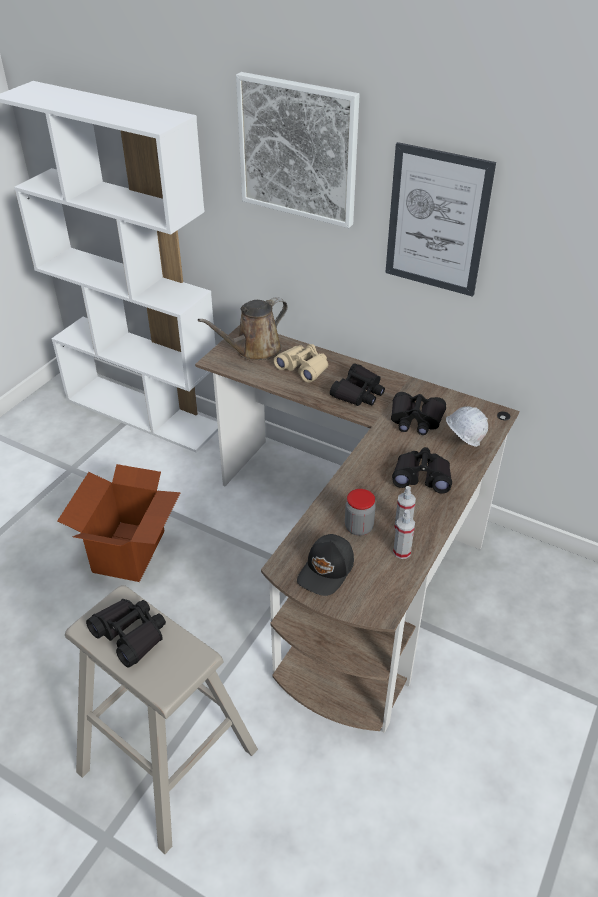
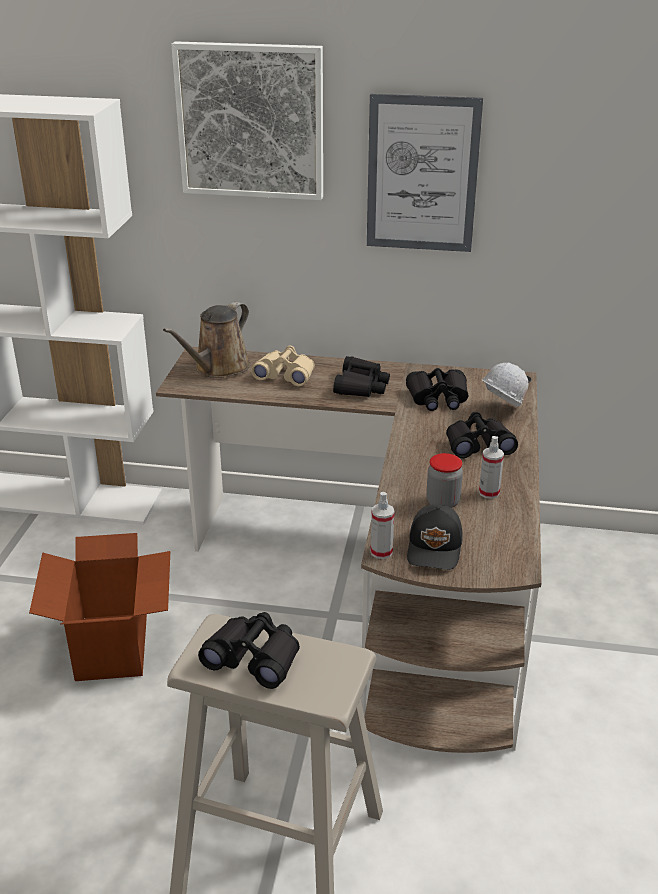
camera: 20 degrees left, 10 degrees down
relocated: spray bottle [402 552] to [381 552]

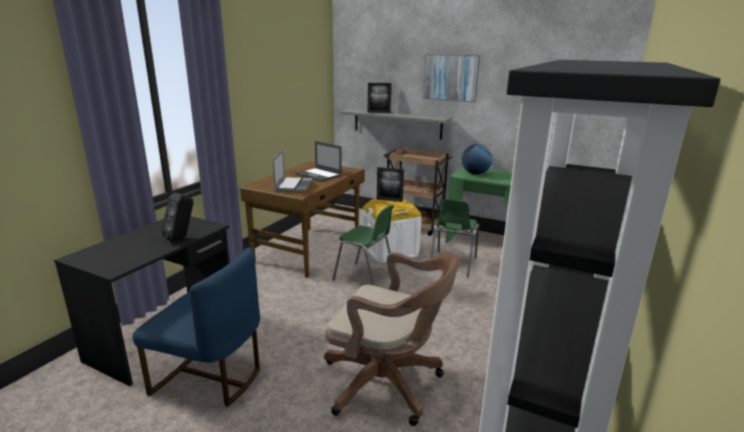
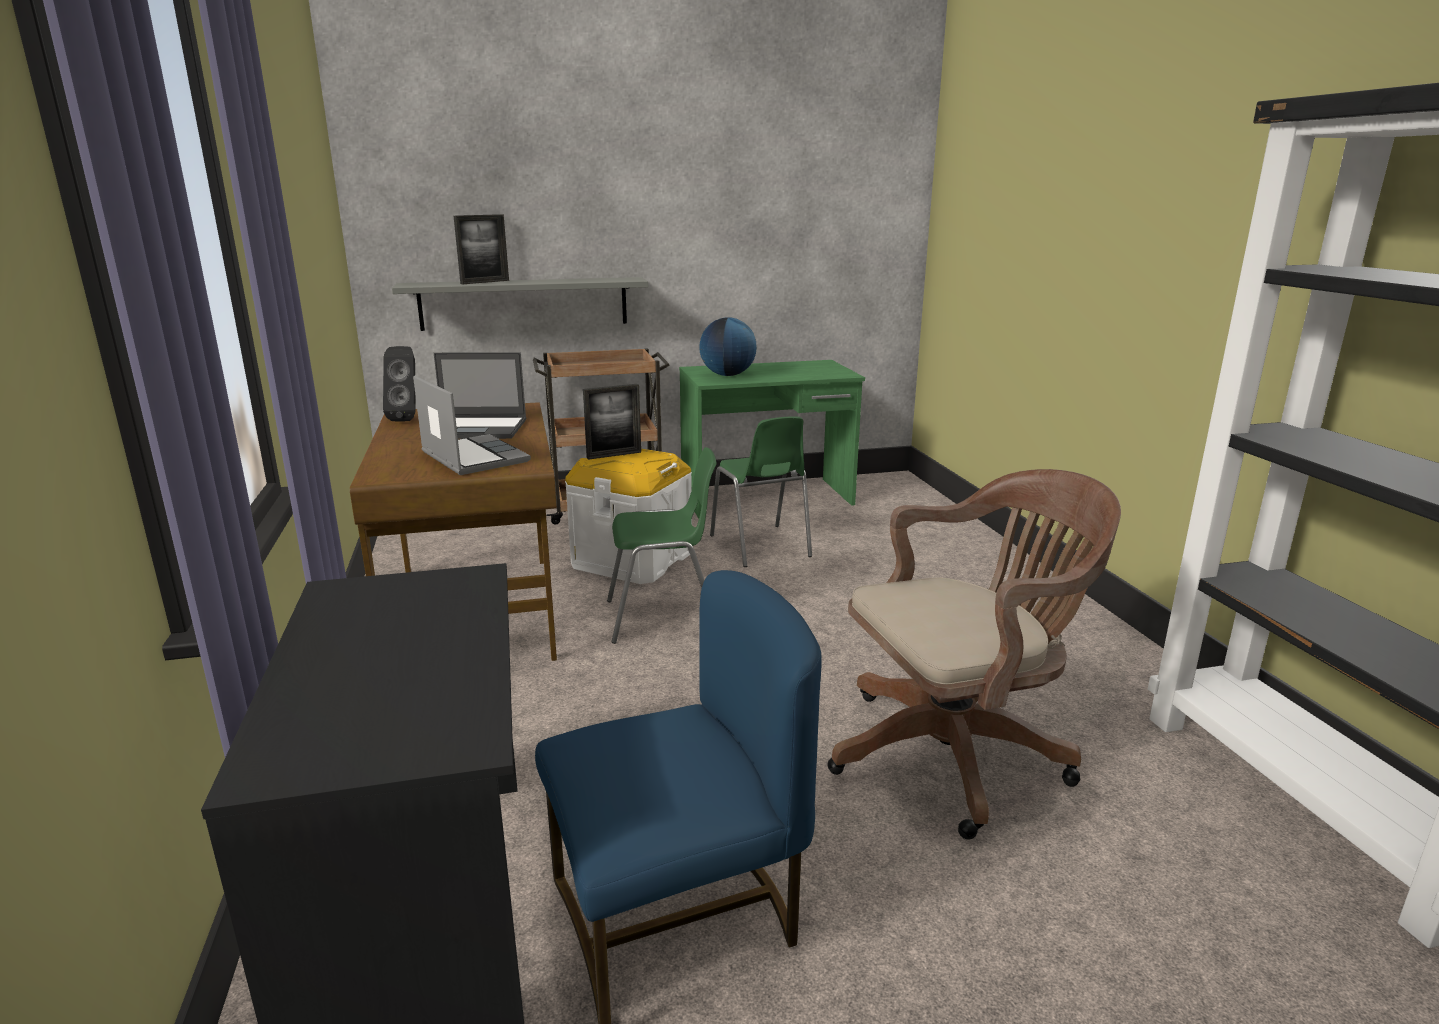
camera: 40 degrees left, 0 degrees up
missing: picture [451 77]
relocated: speaker (black) [182 238] to [408 419]

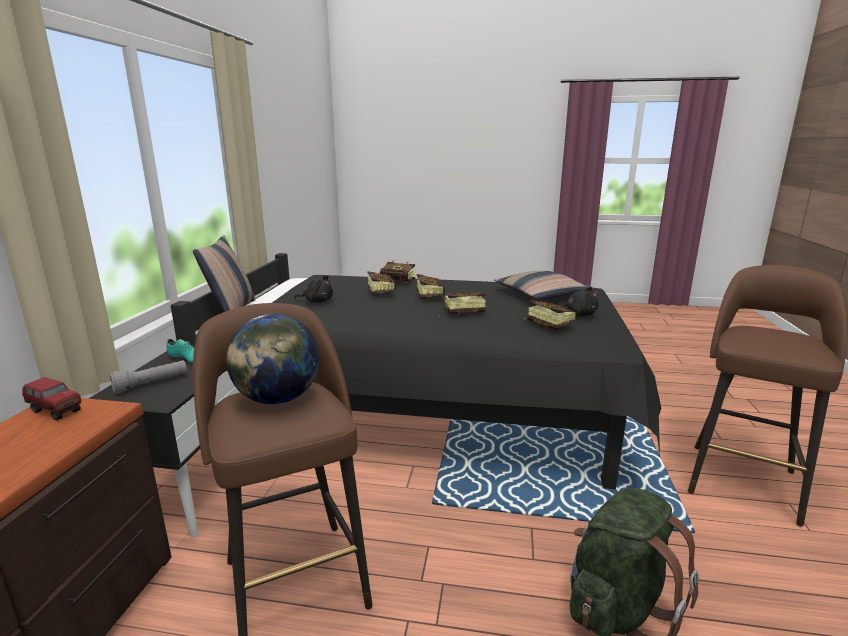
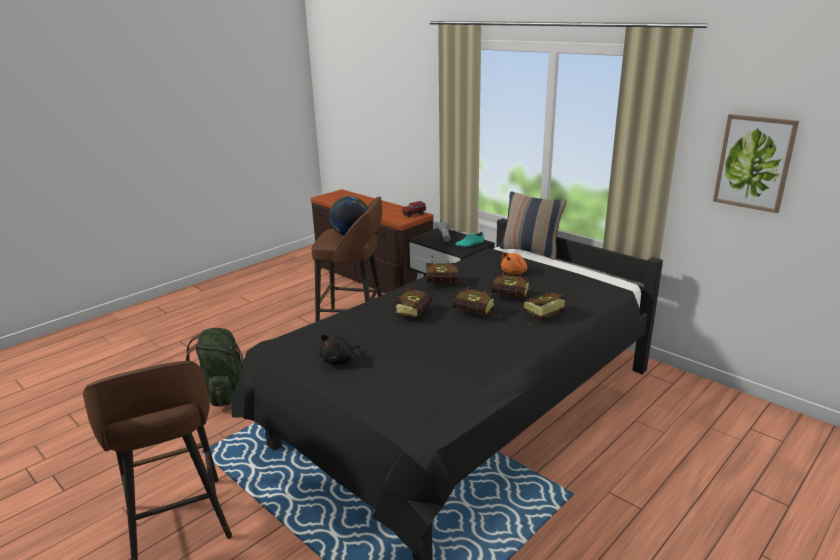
camera: 125 degrees right, 5 degrees up
missing: pillow [541 295]
appeared: picture [754 162]
relocated: book [546 324] to [445 284]
colour: plush toy (black) [317 301] to plush toy (orange) [514 272]

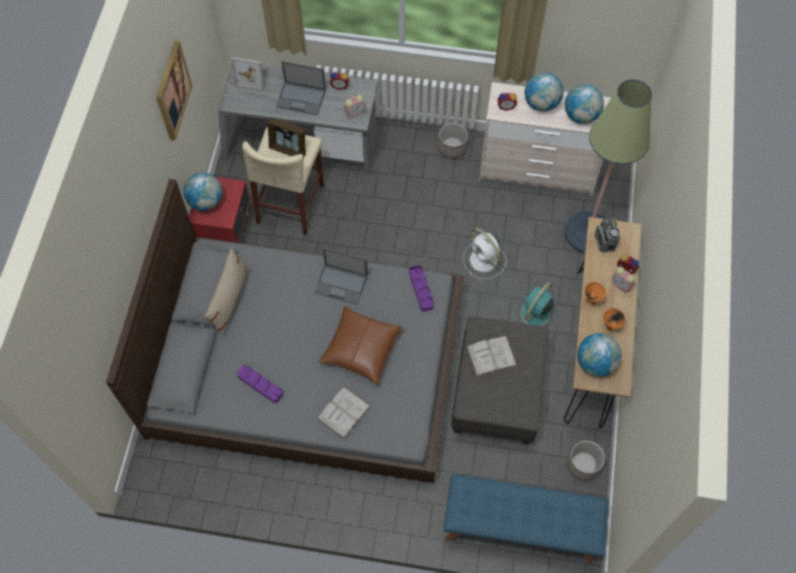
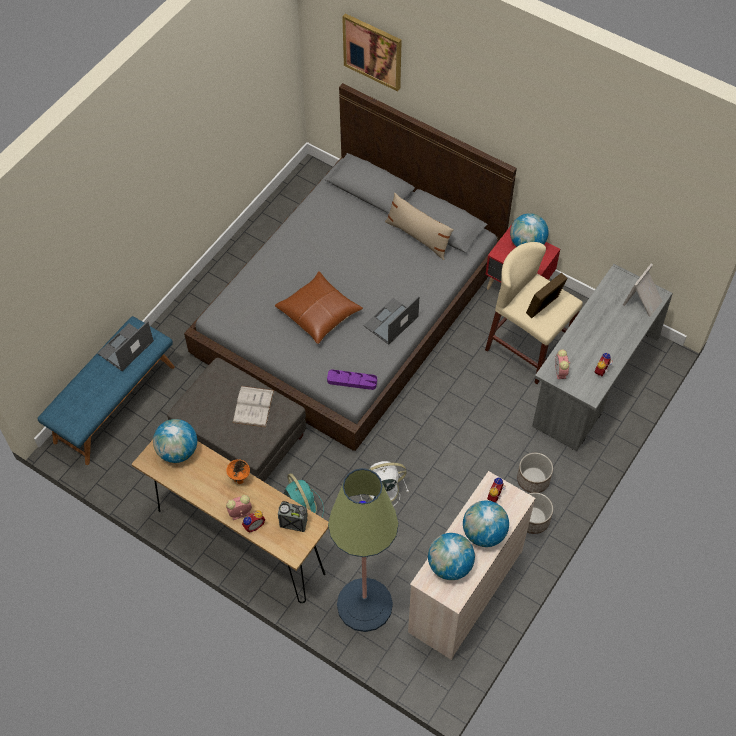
camera: 115 degrees right, 5 degrees down
missing: tray (purple) [260 385]; book (white) [344 412]; bowl (orange) [610 326]
relocated: picture [172 91] to [373 51]; laptop [302 98] to [125 348]; planter [583 465] to [533 479]

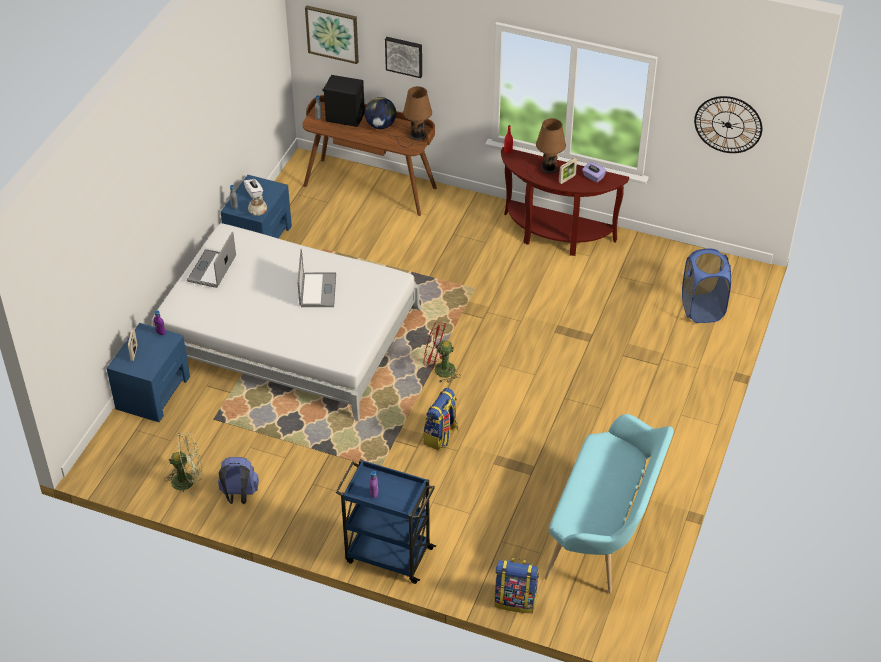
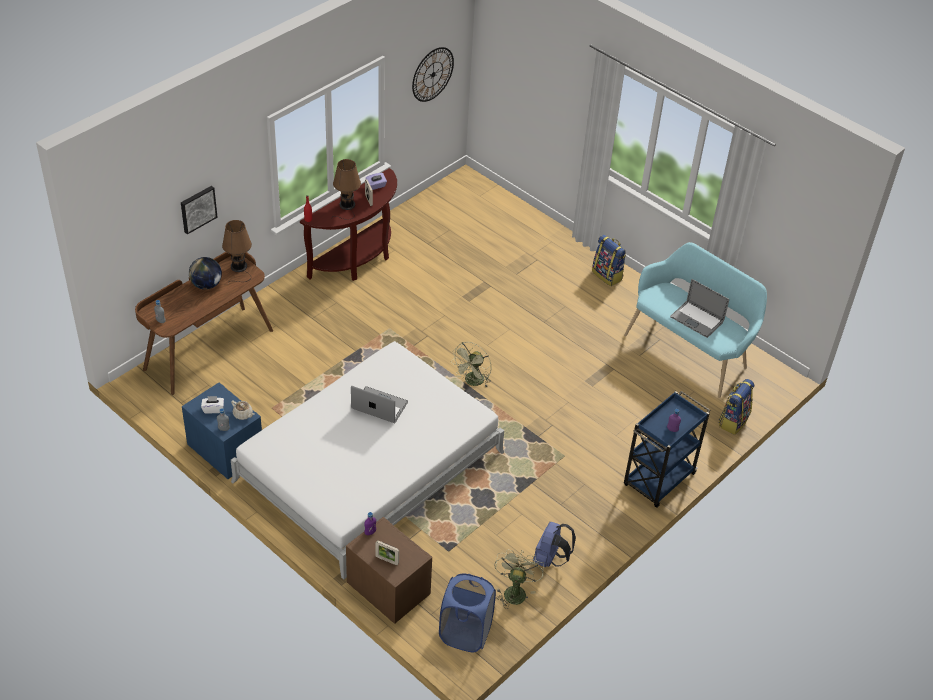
camera: 70 degrees left, 0 degrees up
missing: picture [332 33]; speaker (black) [345 117]
relocated: laptop [212 269] to [697 319]; backpack [441 436] to [607 275]; laundry basket (blue) [702 309] to [465 633]
colour: nightstand (blue) [153 392] to nightstand (brown) [388 587]; fan (red) [439 370] to fan (green) [472 382]

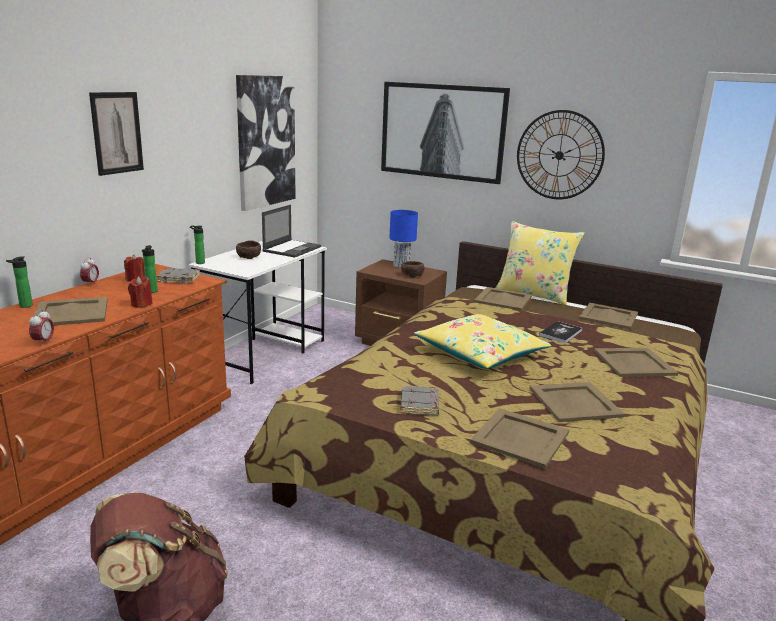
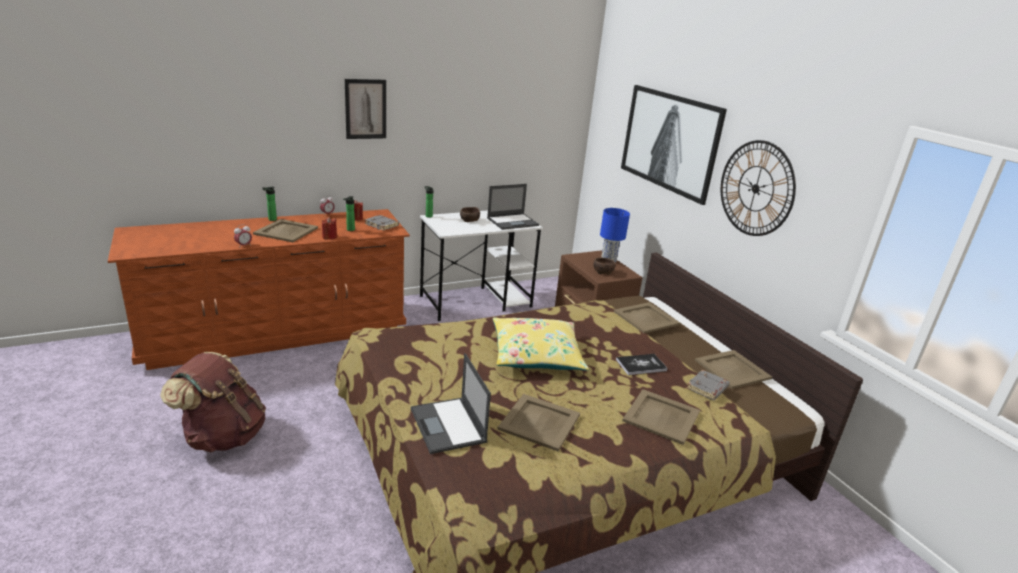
camera: 35 degrees right, 5 degrees up
missing: picture [265 141]; pillow (yellow) [534 294]
relocated: book (grey) [420 404] to [707 388]
exchanged: tray (beige) [521 437] to laptop [448 426]

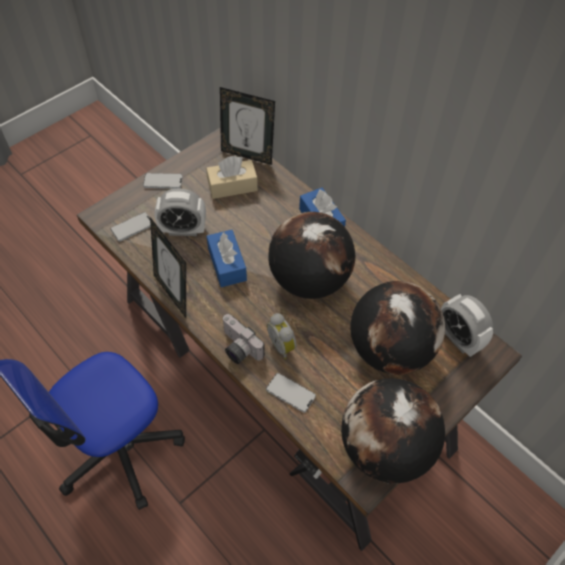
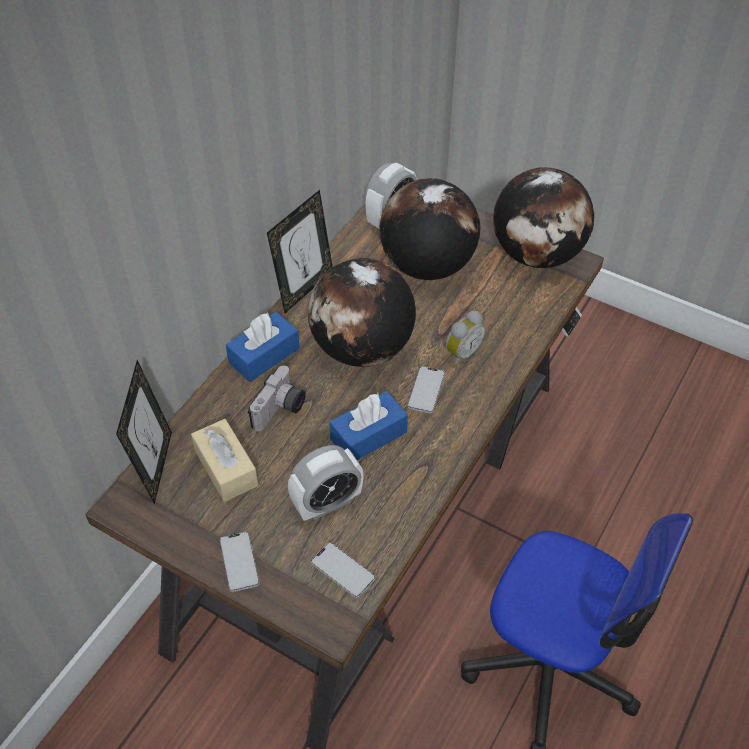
camera: 105 degrees left, 5 degrees down
relocated: picture frame [174 293] to [304 289]; photo camera [238 348] to [280 411]; phone [290 393] to [426 390]
spun: alarm clock [183 230] = [327 503] 75 degrees clockwise

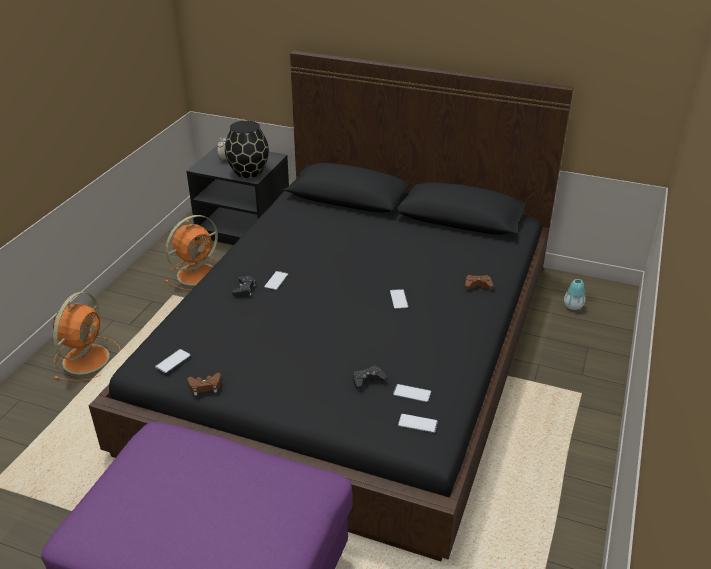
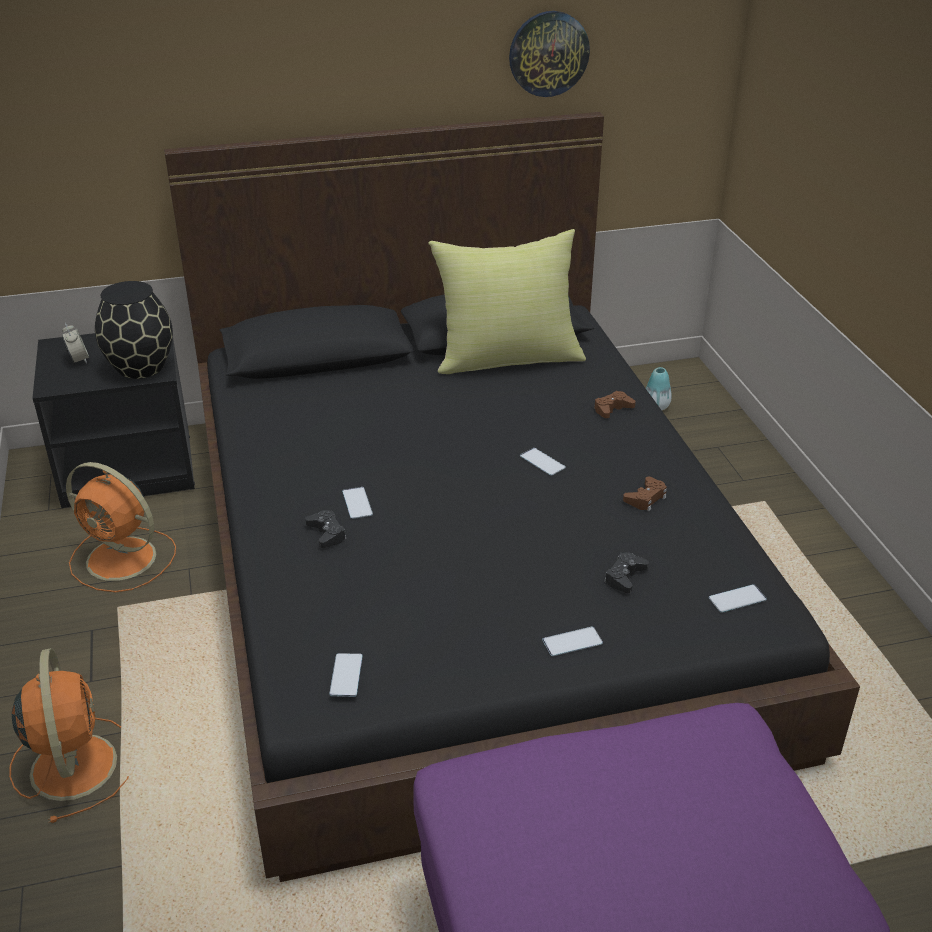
camera: 35 degrees left, 0 degrees up
appeared: pillow (yellow) [508 358]; wall clock [548 53]
relocated: game controller (brown) [205 387] to [646 498]; phone [412 393] to [572 642]
spun: fan (orange) [198 273] = [124 559] 105 degrees clockwise

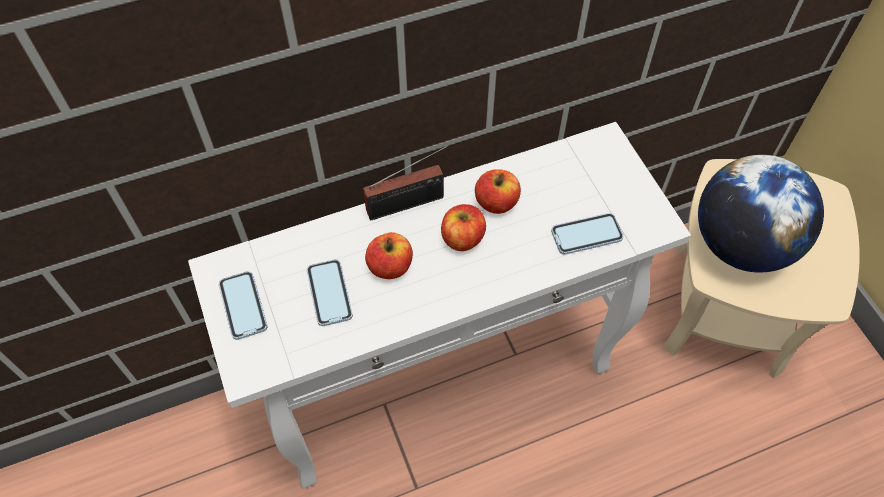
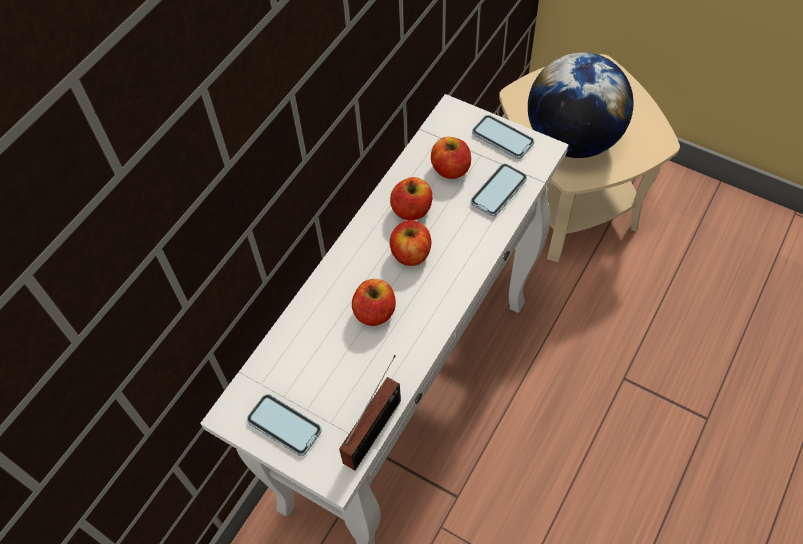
camera: 35 degrees left, 0 degrees up
appeared: apple [450 169]
relocated: phone [329 293] to [502 138]; radio [409 203] to [376 428]

